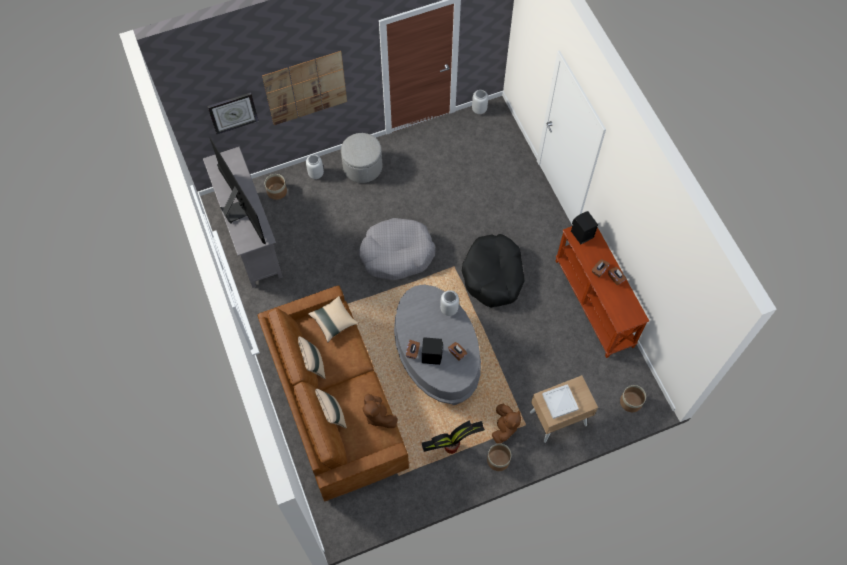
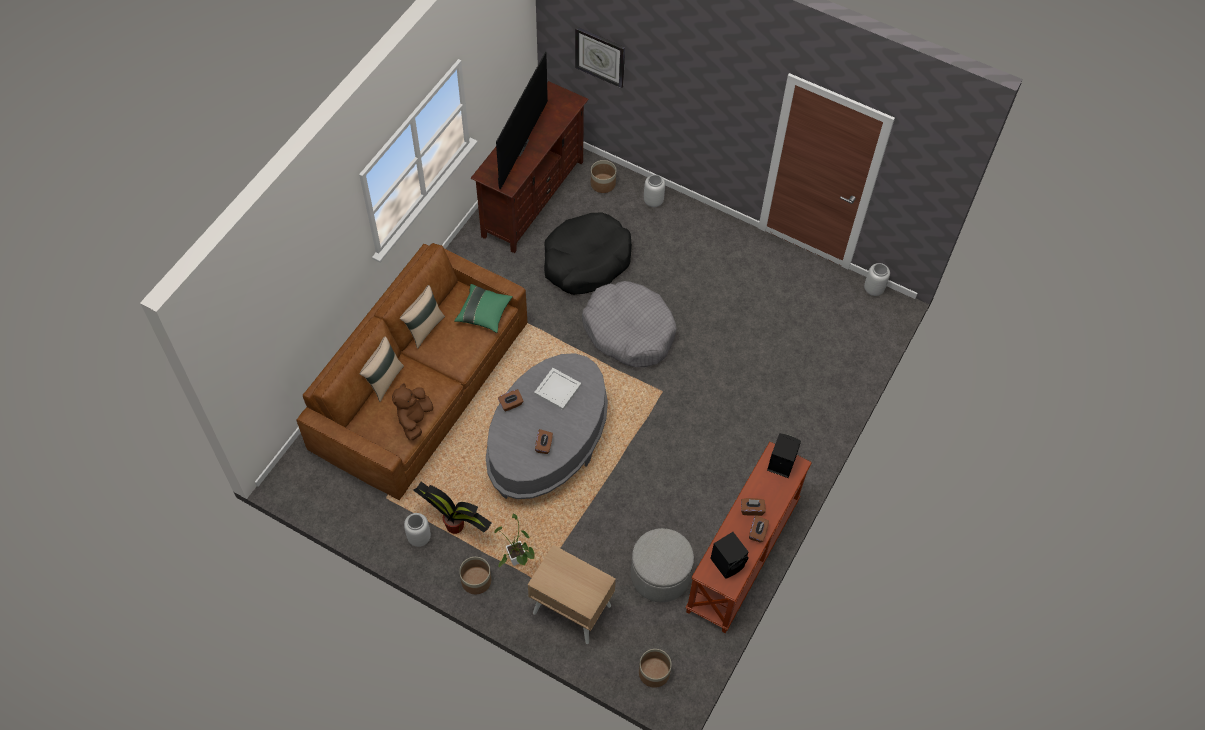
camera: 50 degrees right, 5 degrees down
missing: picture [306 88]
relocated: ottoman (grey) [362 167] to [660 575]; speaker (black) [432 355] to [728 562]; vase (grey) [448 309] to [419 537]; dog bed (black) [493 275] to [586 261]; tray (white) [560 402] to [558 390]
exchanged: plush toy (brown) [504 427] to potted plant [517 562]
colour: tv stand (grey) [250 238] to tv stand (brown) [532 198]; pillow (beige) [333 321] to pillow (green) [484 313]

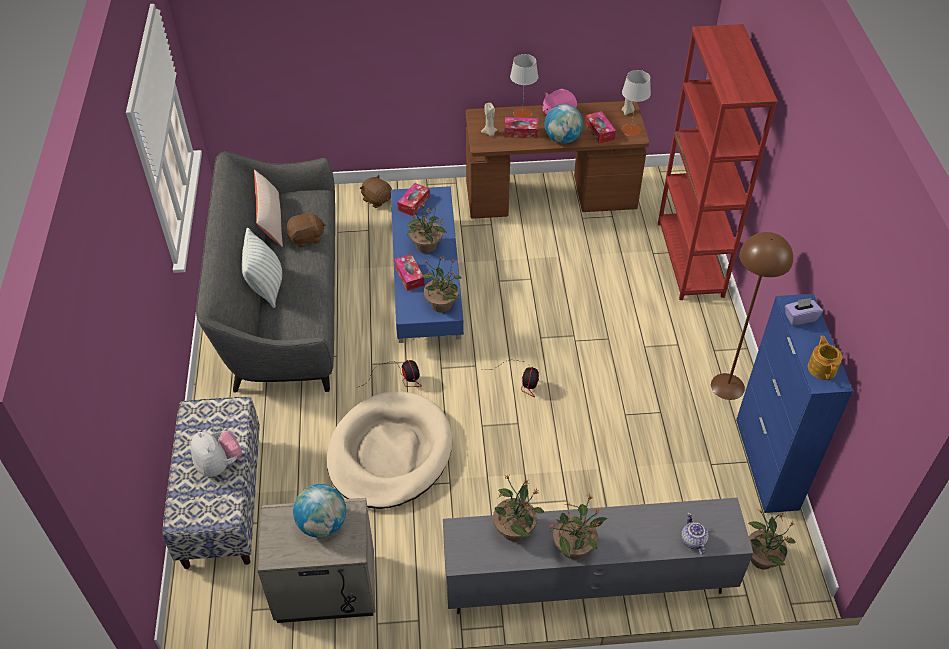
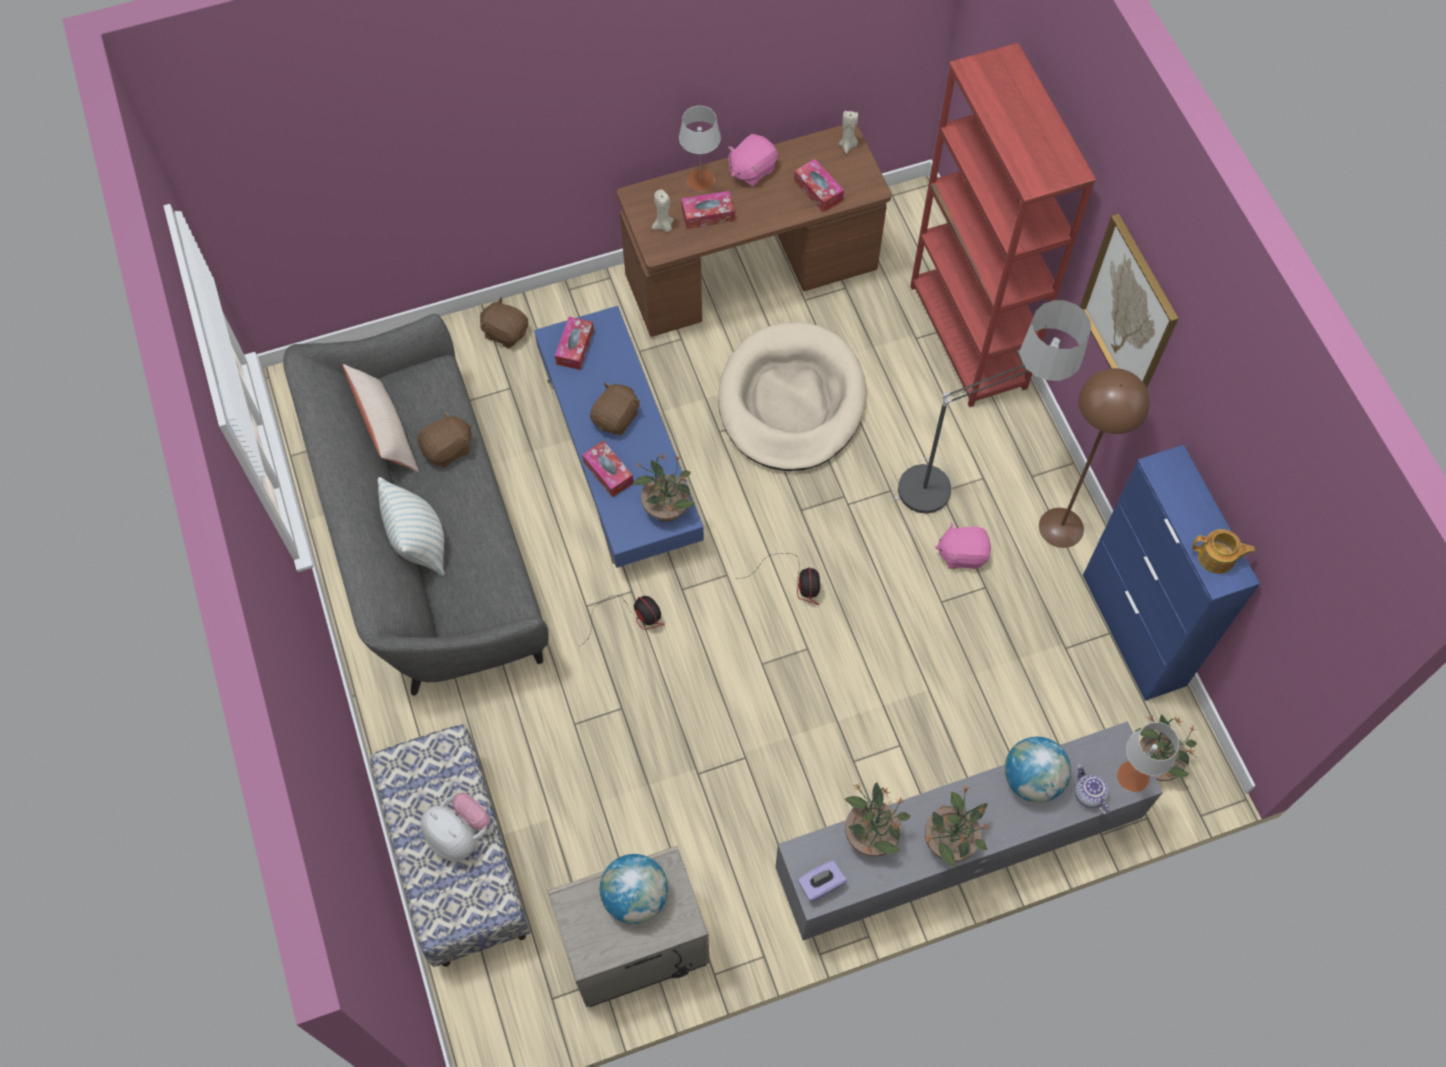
camera: 15 degrees left, 15 degrees up
appeared: floor lamp [965 482]; plush toy (pink) [962 554]; picture [1129 312]
relocated: dog bed (beige) [389 453] to [791 401]; globe [562 139] to [1032 779]; table lamp (grey) [631 130] to [1133 776]; tissue box (purple) [800 318] to [820 884]
exchanged: potted plant [426 247] to plush toy (brown) [616 418]
spun: teapot [822 368] = [1217 558] 120 degrees clockwise

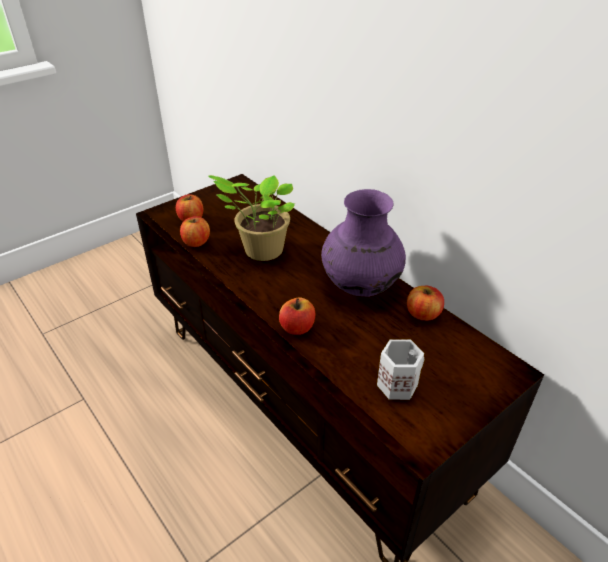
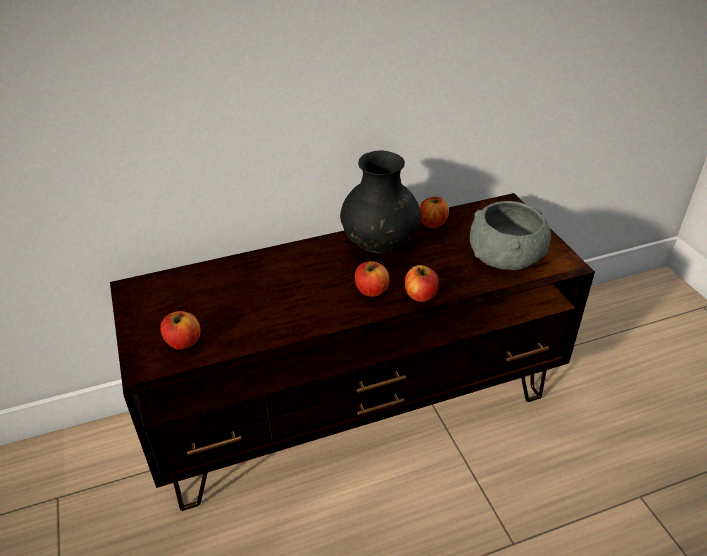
camera: 70 degrees left, 0 degrees up
missing: potted plant [260 251]
relocated: apple [196 242] to [371 290]
exchanged: mug (white) [398 383] to bowl (grey) [505 257]
colour: vase (purple) [360 285] to vase (black) [380 245]

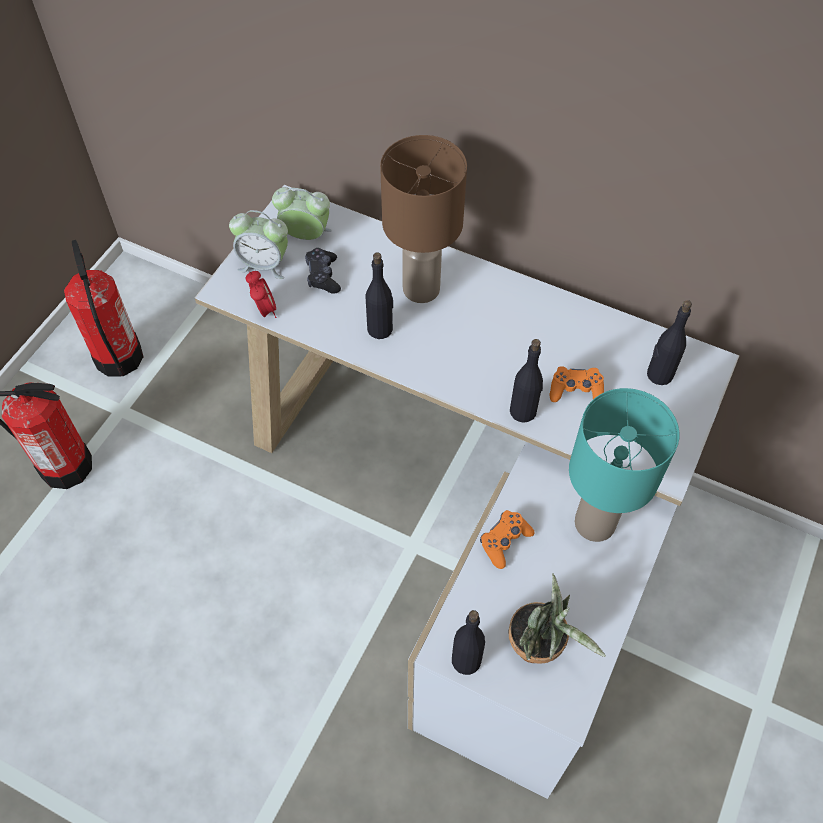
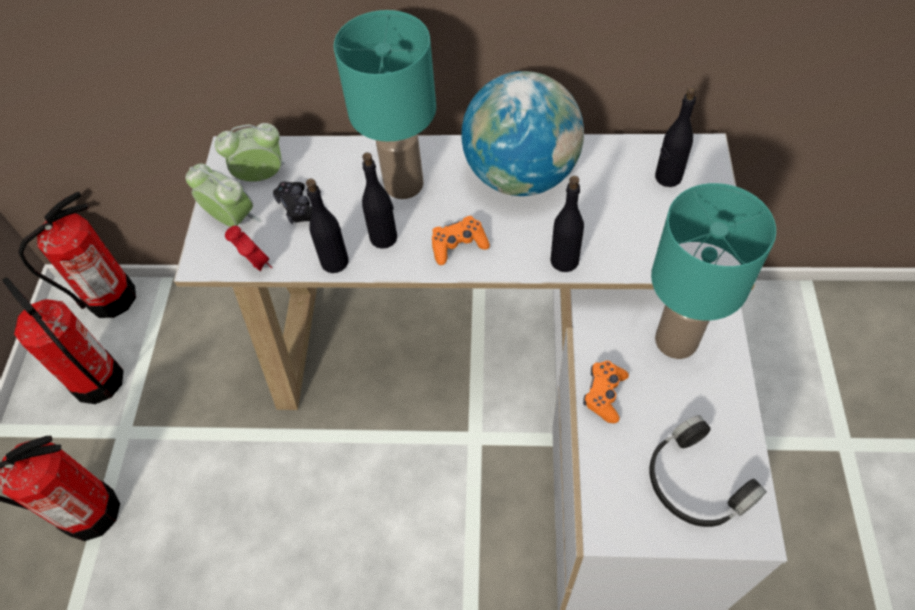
camera: 20 degrees left, 0 degrees up
appeared: fire extinguisher [111 298]; globe [521 175]
relocated: bottle (black) [466 660] to [335 261]; game controller (orange) [575 390] to [458 245]
exchanged: potted plant [539 648] to headphones (black) [694 483]
colour: table lamp (brown) [421 290] to table lamp (turquoise) [404 185]
spun: alarm clock [264 264] = [232 220] 135 degrees counterclockwise

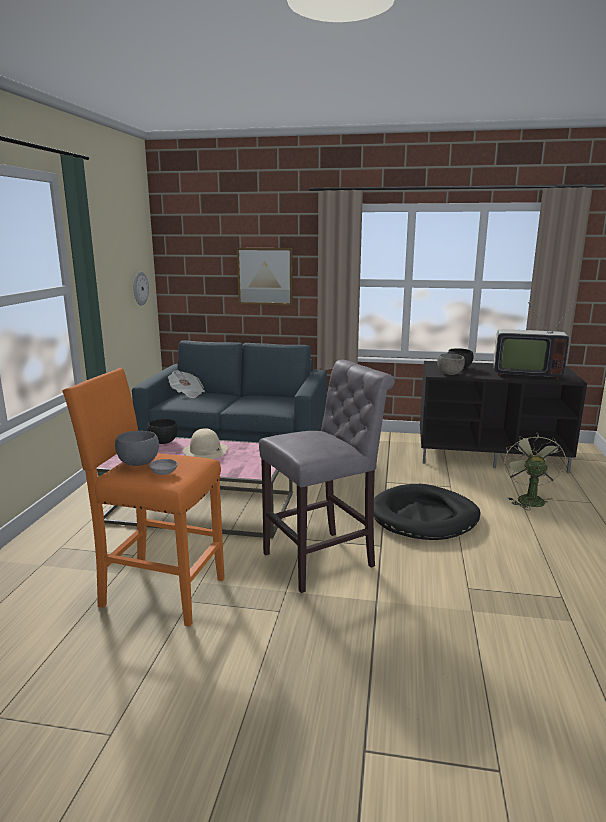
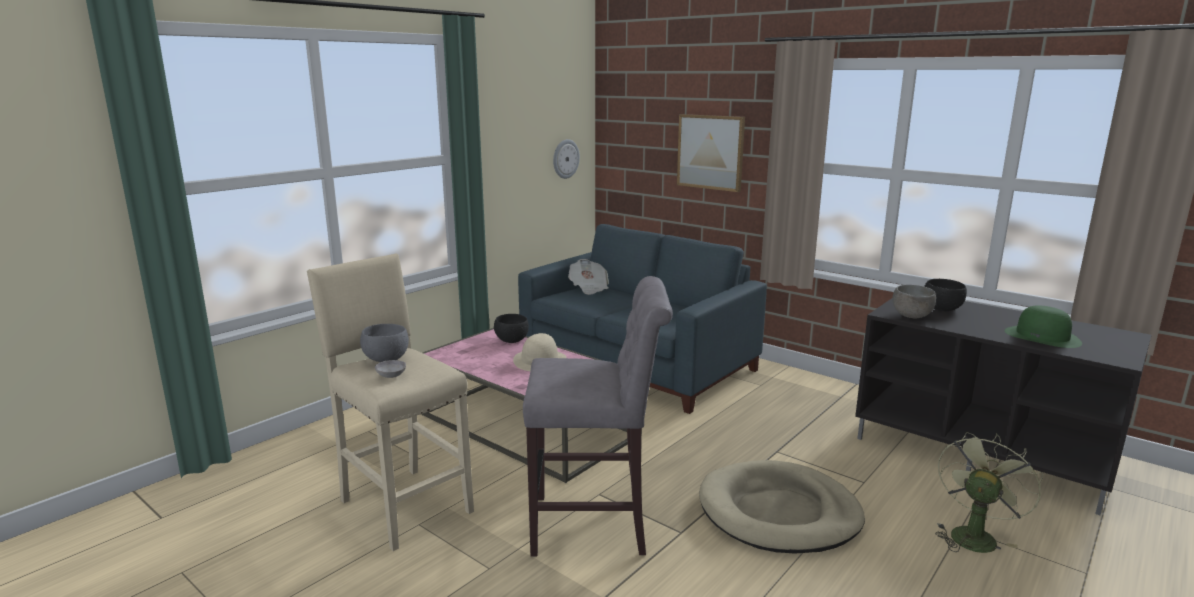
camera: 30 degrees right, 0 degrees up
exchanged: television [525 374] to hat (green) [1042 337]
colour: stool (orange) [160 591] to stool (beige) [404 505]; dog bed (black) [424 516] to dog bed (beige) [779 512]

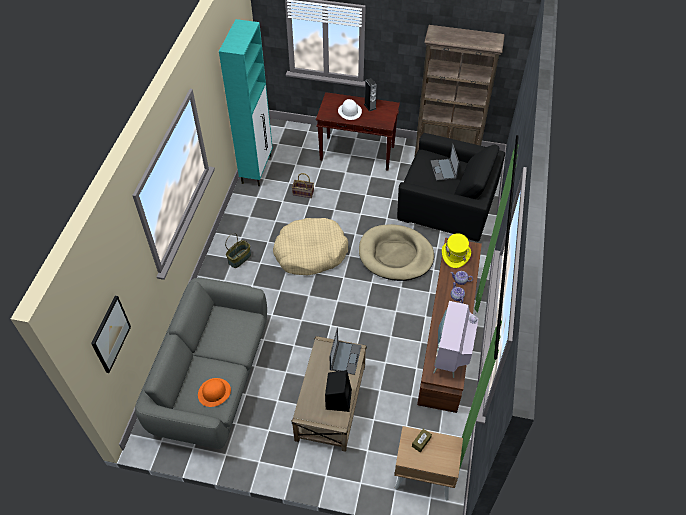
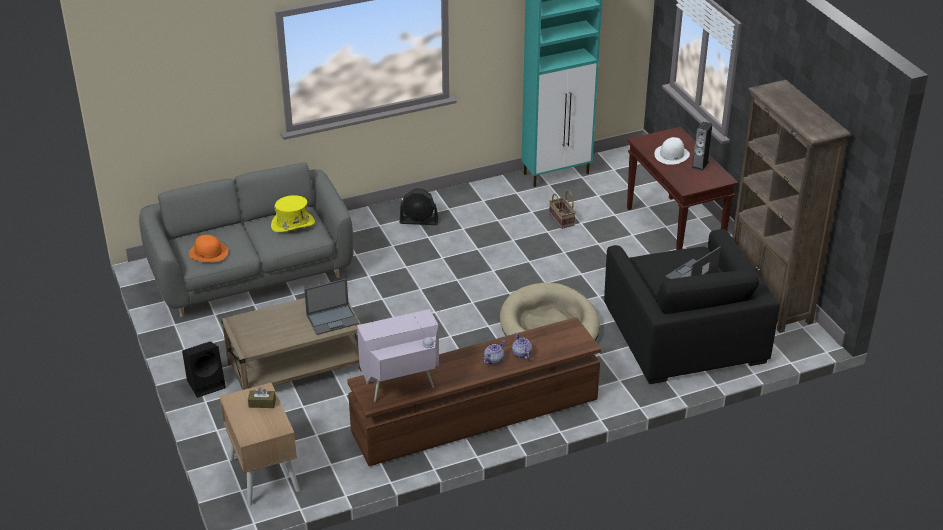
camera: 55 degrees right, 15 degrees down
missing: picture [110 334]; dog bed (beige) [310 252]
relocated: speaker (black) [338 398] to [207 383]; hat (yellow) [455 255] to [293 224]
exchanged: basket [239 258] to fan (black) [419 221]

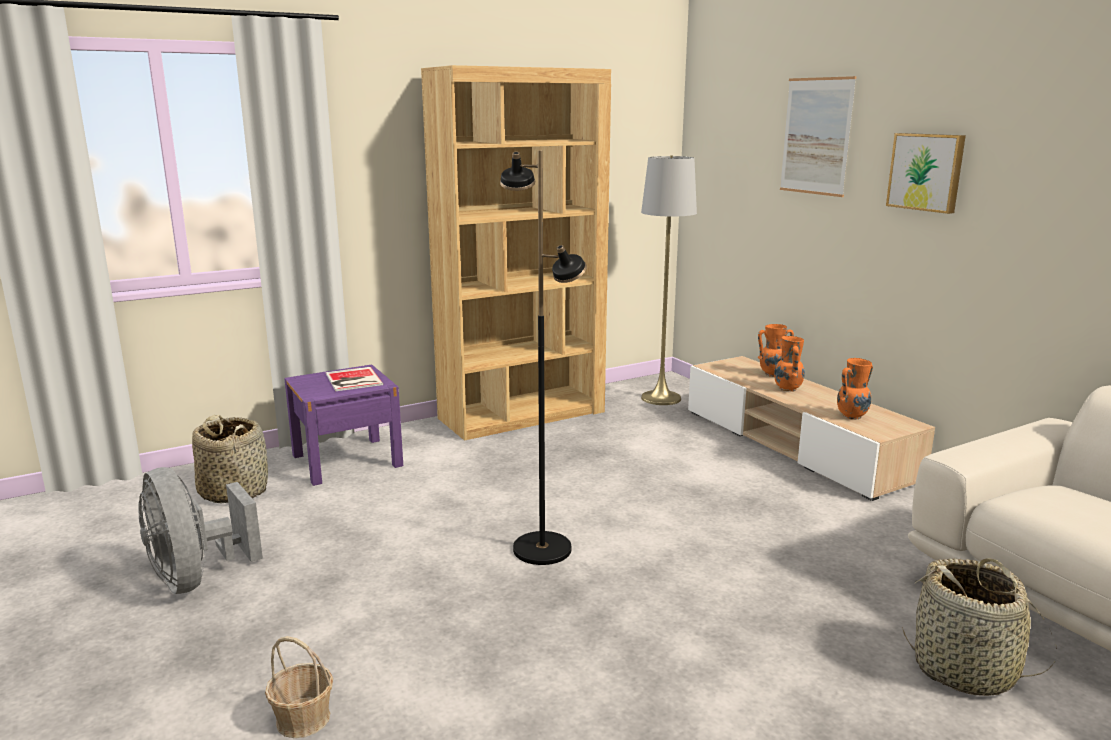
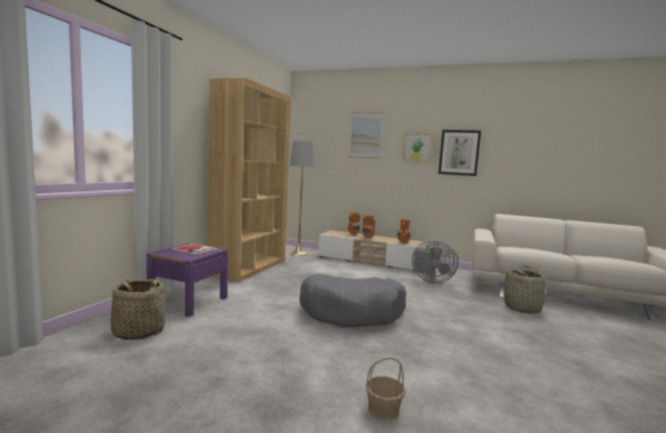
camera: 40 degrees left, 10 degrees down
appeared: picture [459 152]
relocated: fan (grey) [196 578] to [430 280]
exchanged: floor lamp (black) [542 549] to dog bed (grey) [352 312]

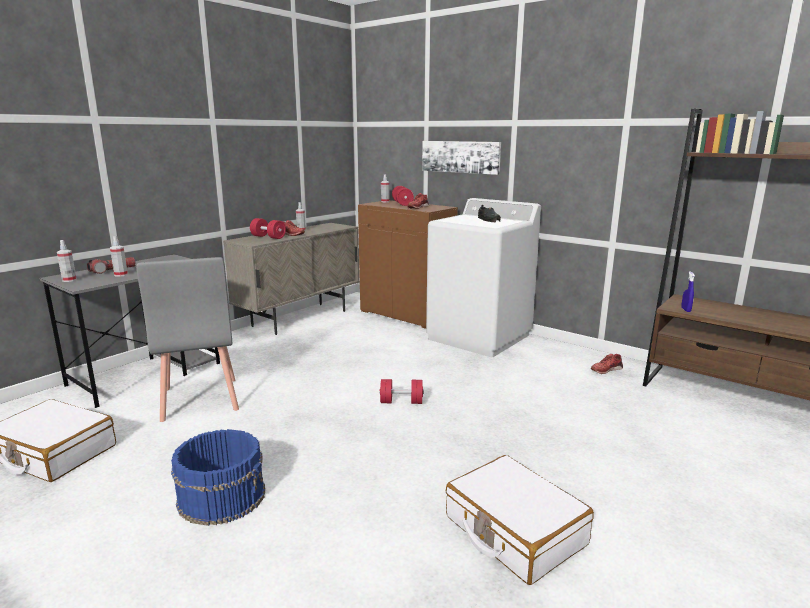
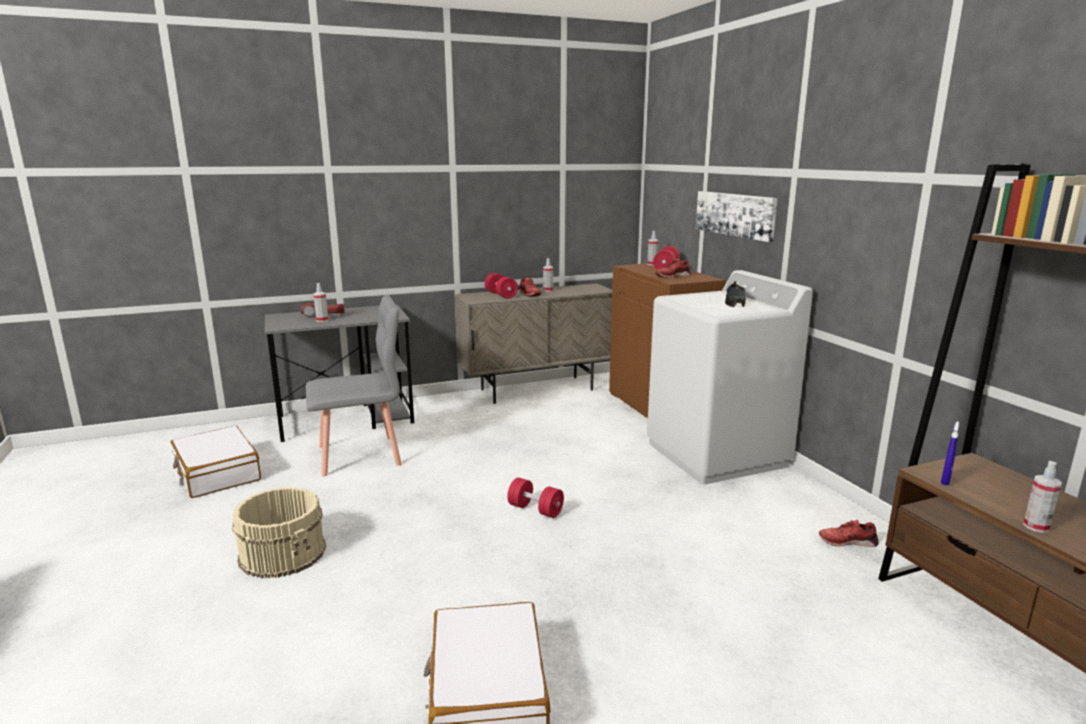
camera: 30 degrees right, 0 degrees up
relocated: spray bottle [69 280] to [1036 526]
colour: bucket (blue) [222 496] to bucket (beige) [283 552]
spun: chair (grey) [199 399] = [360 455] 120 degrees counterclockwise

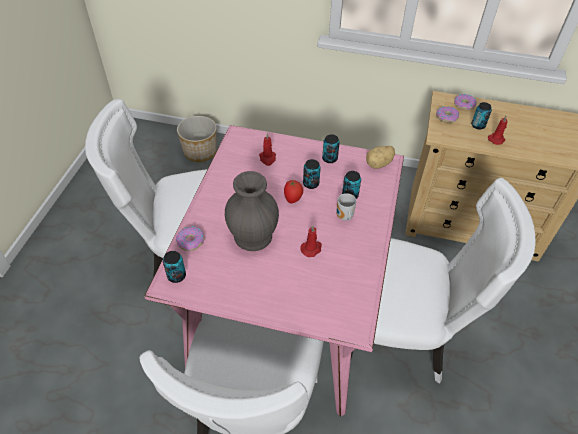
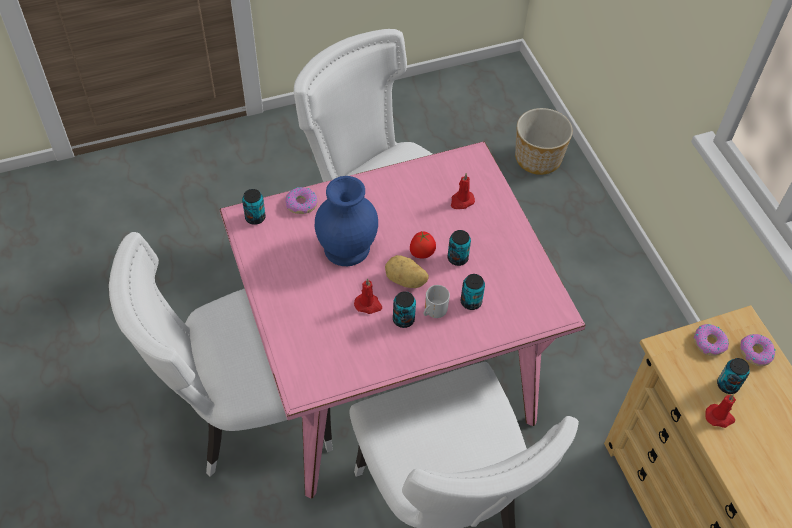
camera: 55 degrees right, 5 degrees up
relocated: can [329 158] to [403 319]; potato [379 164] to [405 281]
colour: vase (grey) [253 234] to vase (blue) [348 246]

